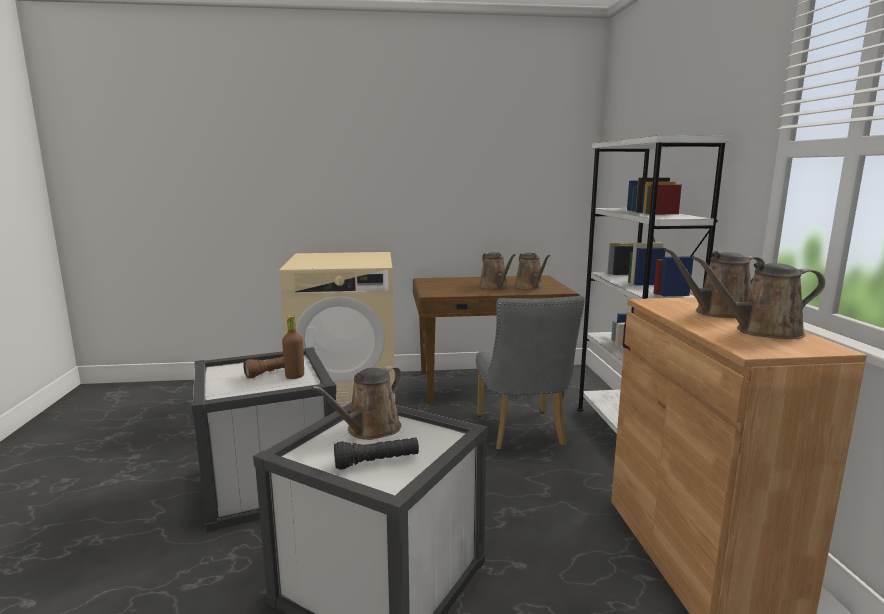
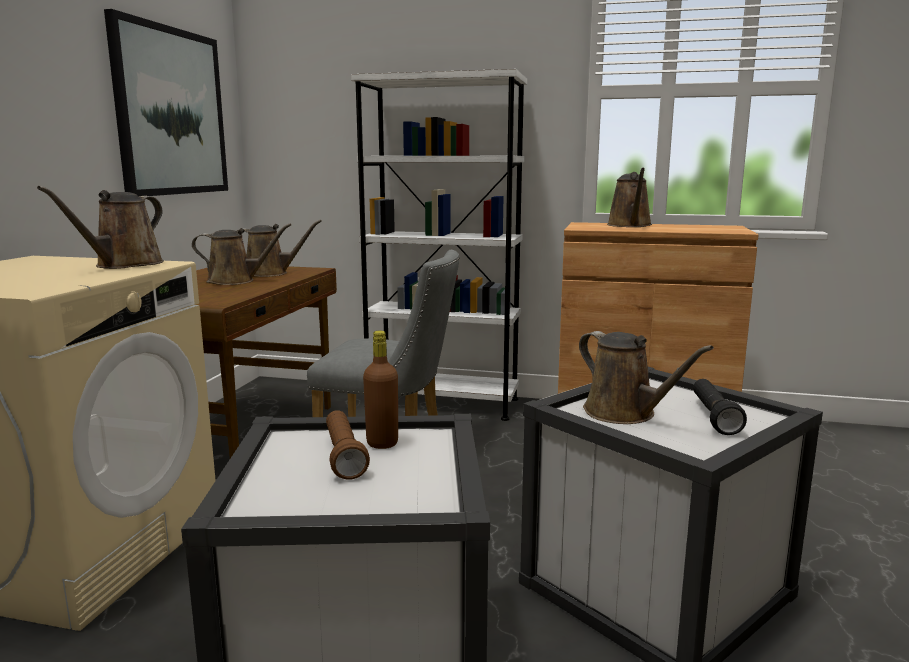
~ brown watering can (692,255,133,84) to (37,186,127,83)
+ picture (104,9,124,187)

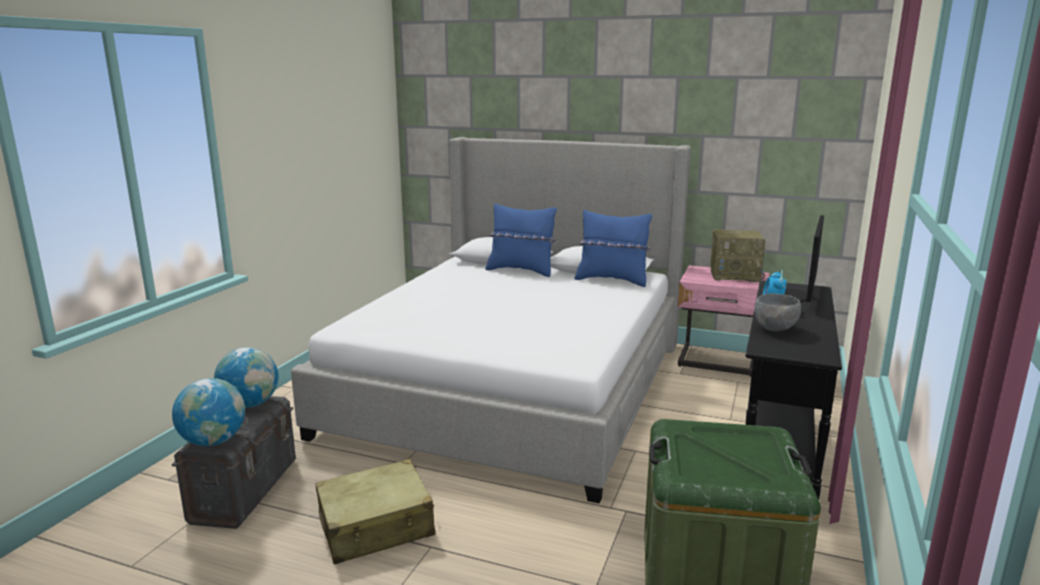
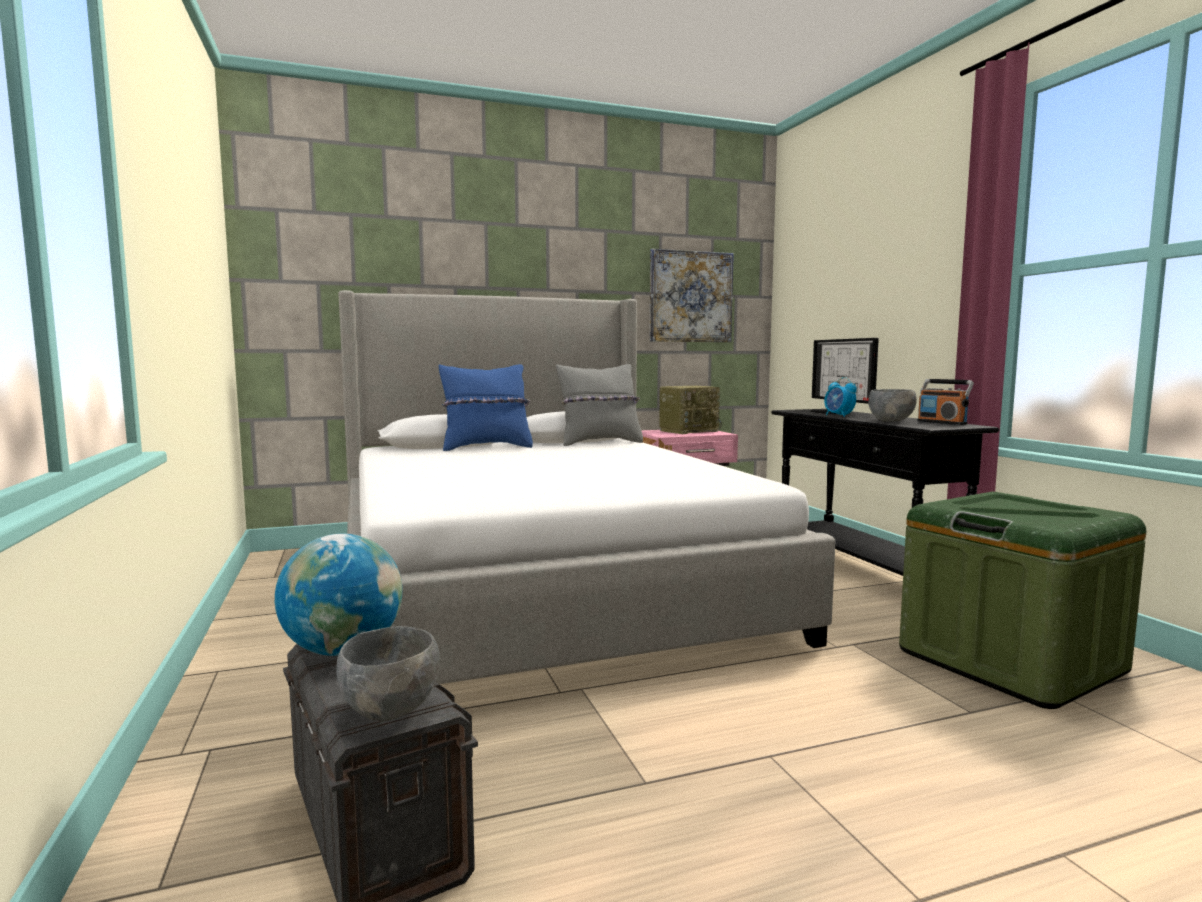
~ globe (172,378,73,68) to grey bowl (336,626,104,95)
- beige suitcase (315,459,120,106)
~ blue pillow (575,210,77,77) to grey pillow (556,364,87,82)
+ picture (649,249,85,93)
+ radio (917,379,57,46)

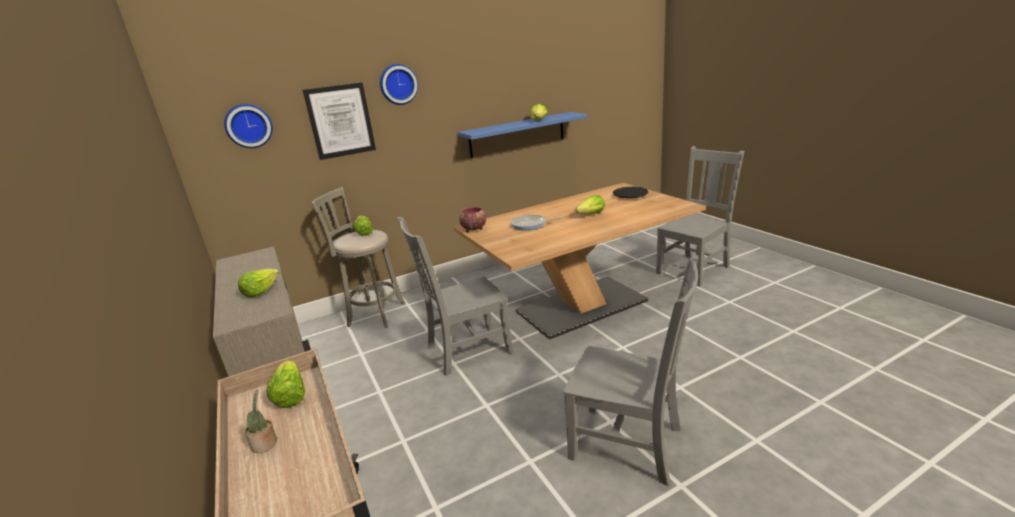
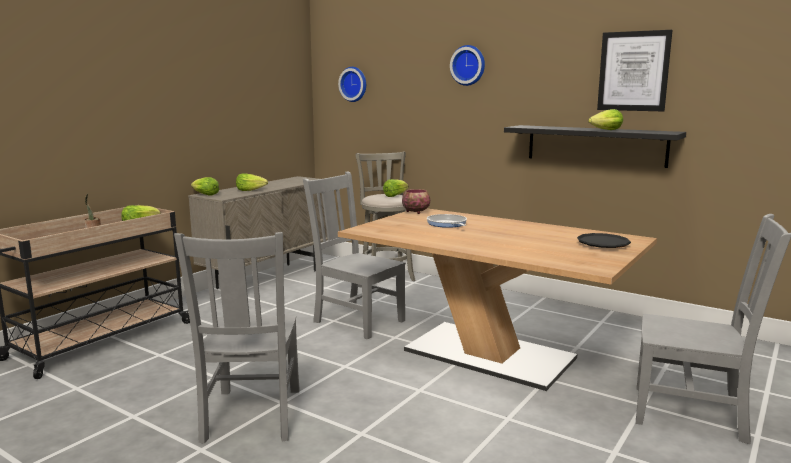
~ picture (303,82,73,78) to (597,30,75,82)
~ blue shelf (458,112,129,46) to black shelf (504,125,182,43)
~ lettuce (575,195,30,19) to (191,177,28,19)

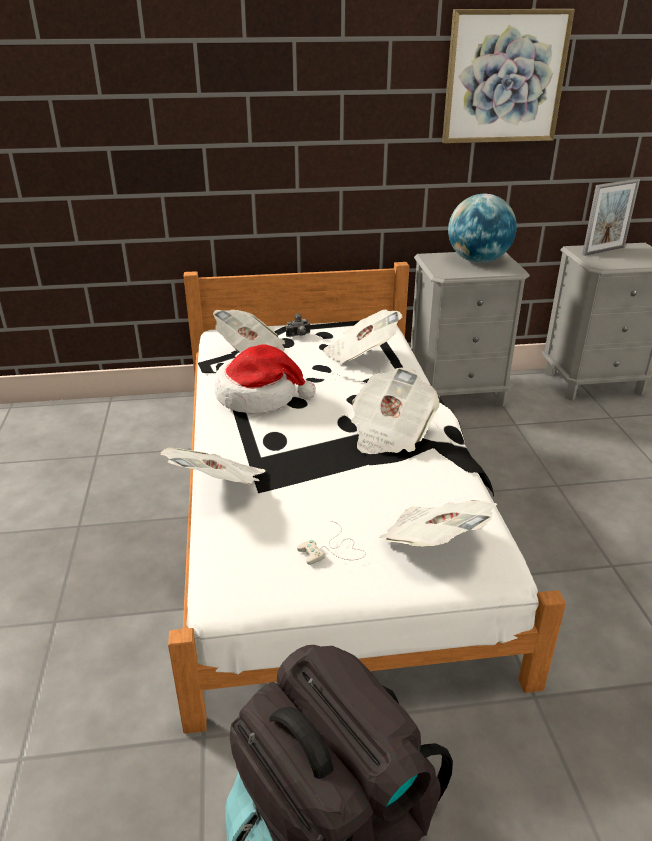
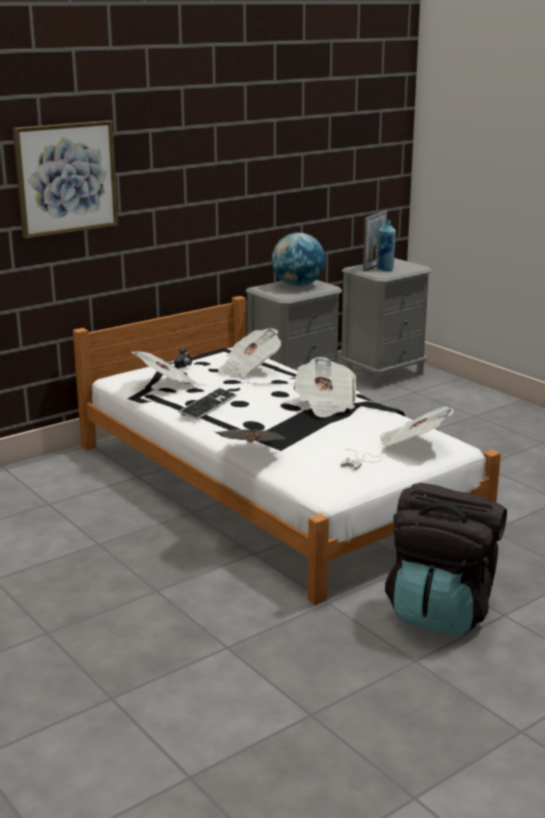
~ hat (214,344,102,69) to keyboard (179,388,58,32)
~ picture (442,9,133,135) to (13,120,105,119)
+ blue bottle (377,219,19,52)

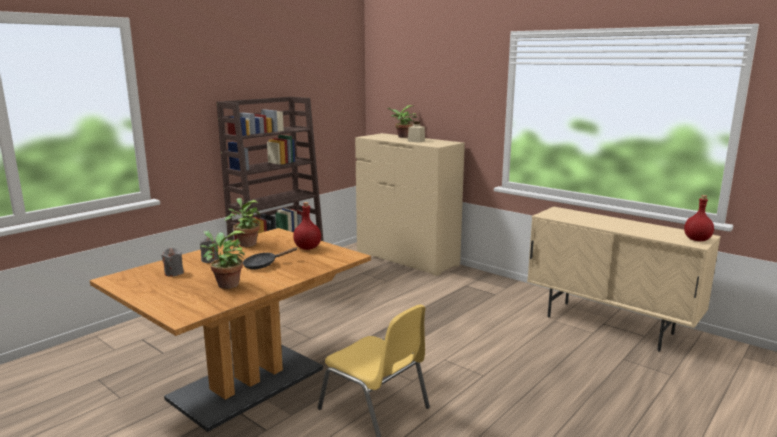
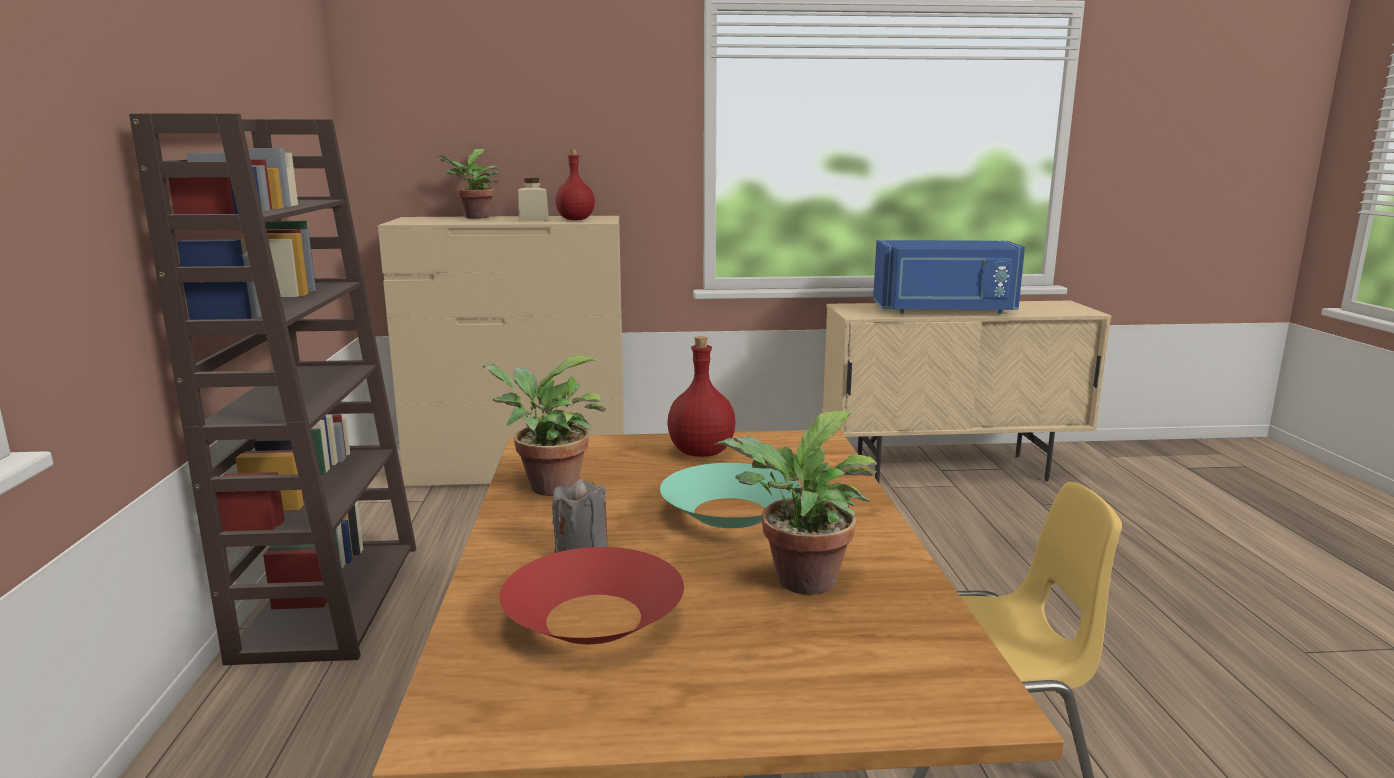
~ grey candle (162,248,22,29) to red bowl (500,547,184,97)
~ black frying pan (243,247,54,23) to turquoise bowl (660,463,141,65)
~ red bottle (684,195,30,46) to (555,149,40,71)
+ blue microwave (873,240,152,74)

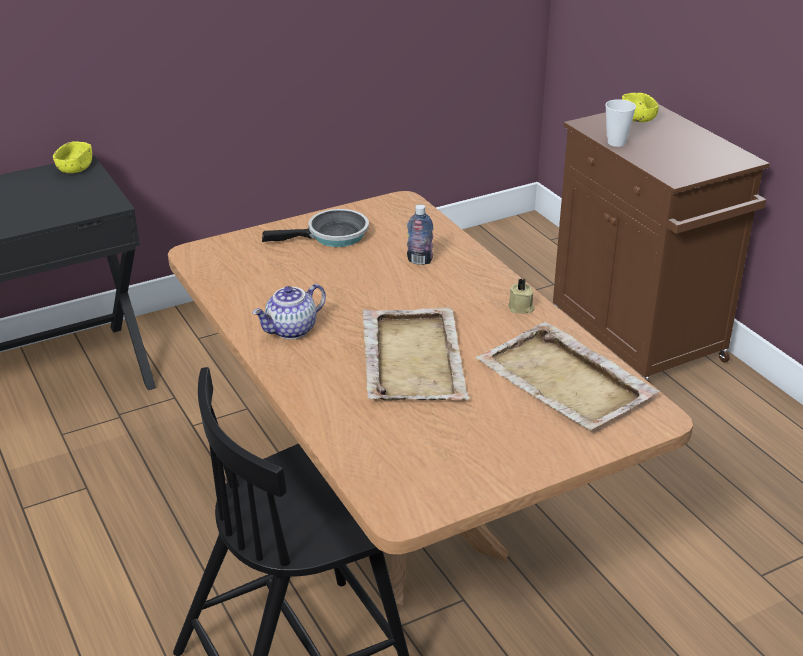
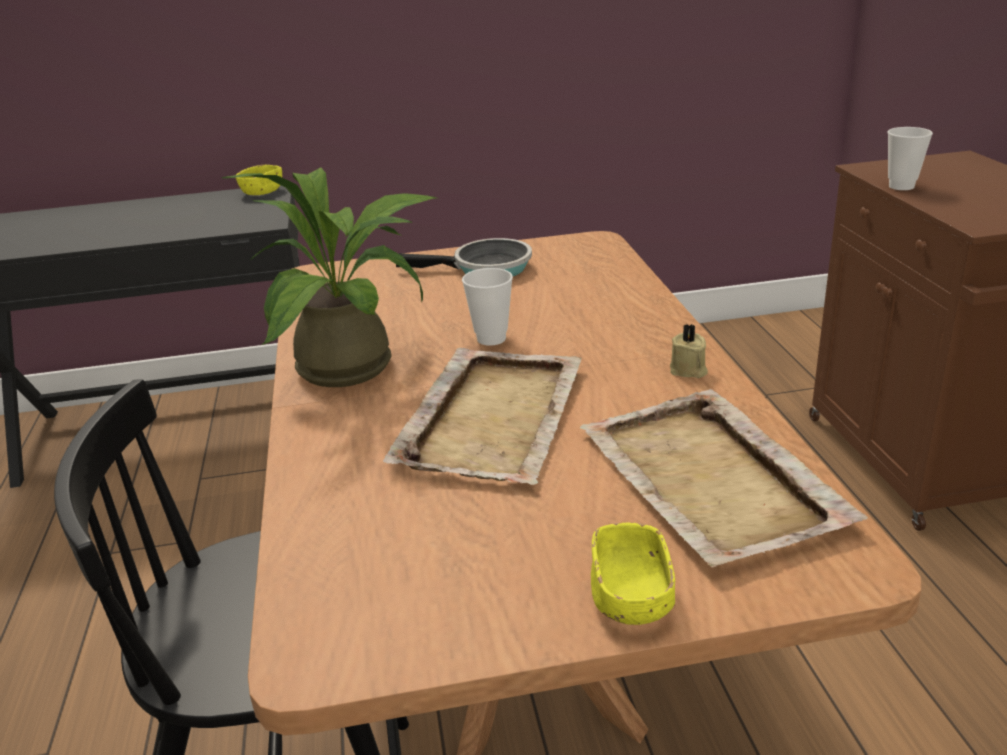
~ teapot (252,284,74,55) to potted plant (222,167,214,220)
- bottle (407,205,27,60)
~ yellow bowl (622,93,37,29) to (591,523,84,102)
+ cup (462,268,51,78)

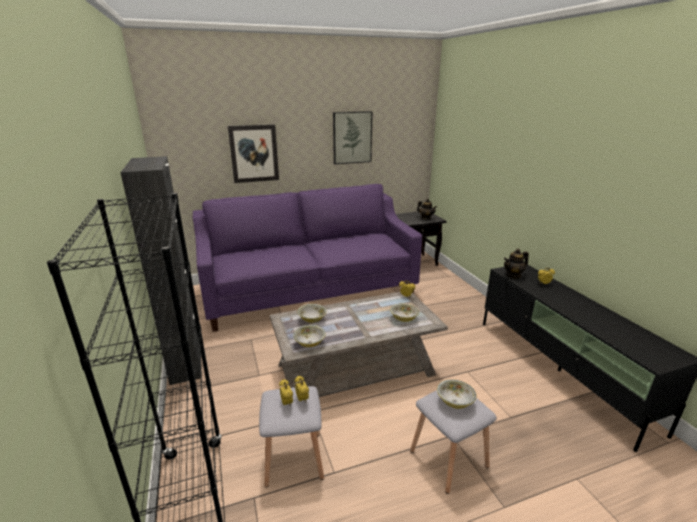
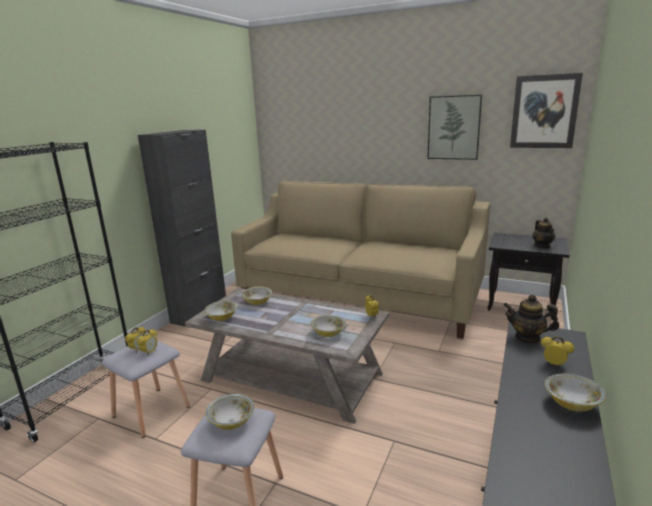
~ purple sofa (193,184,229,148) to beige sofa (231,181,260,158)
~ picture (228,124,51,59) to (510,73,73,75)
+ bowl (545,374,61,37)

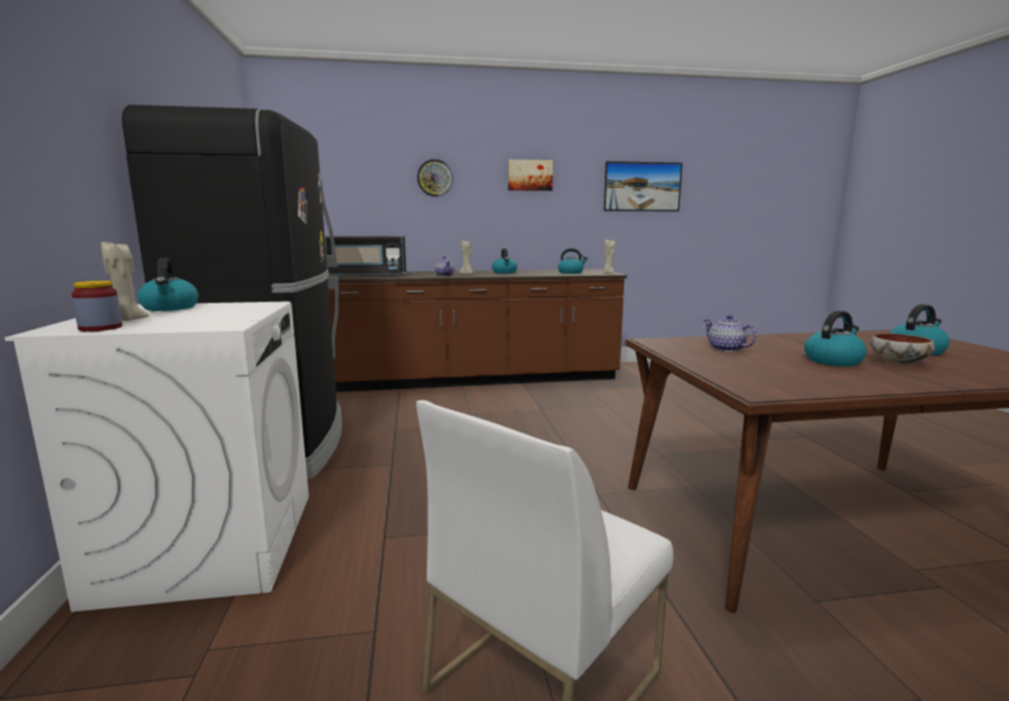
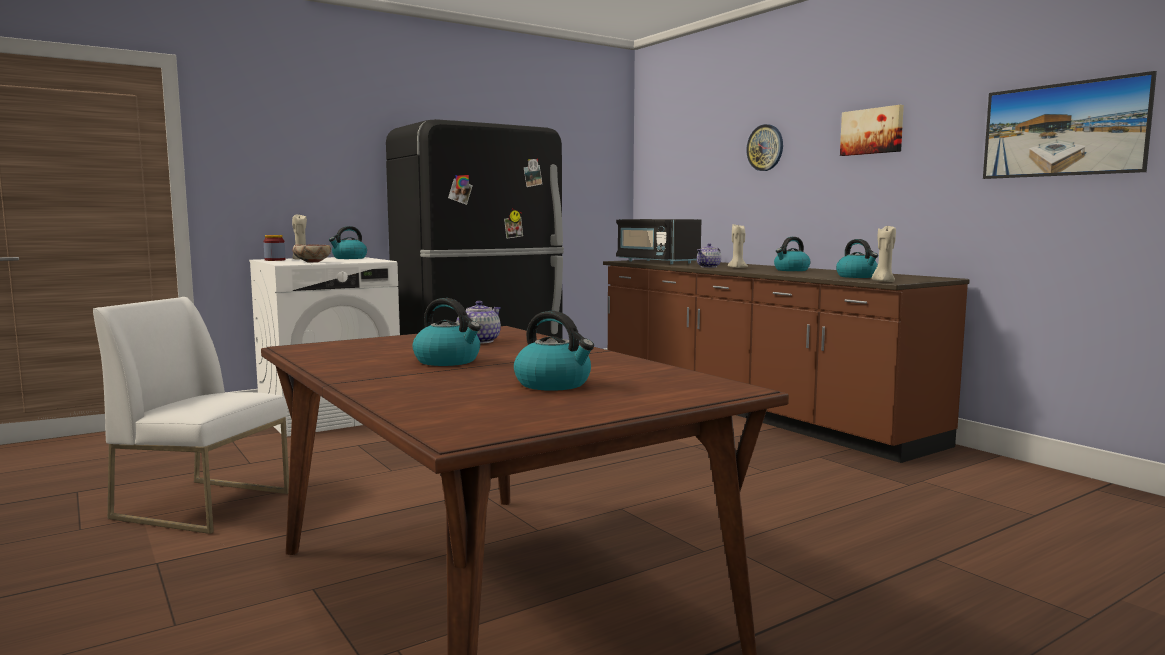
~ bowl (870,333,65,31) to (293,245,38,18)

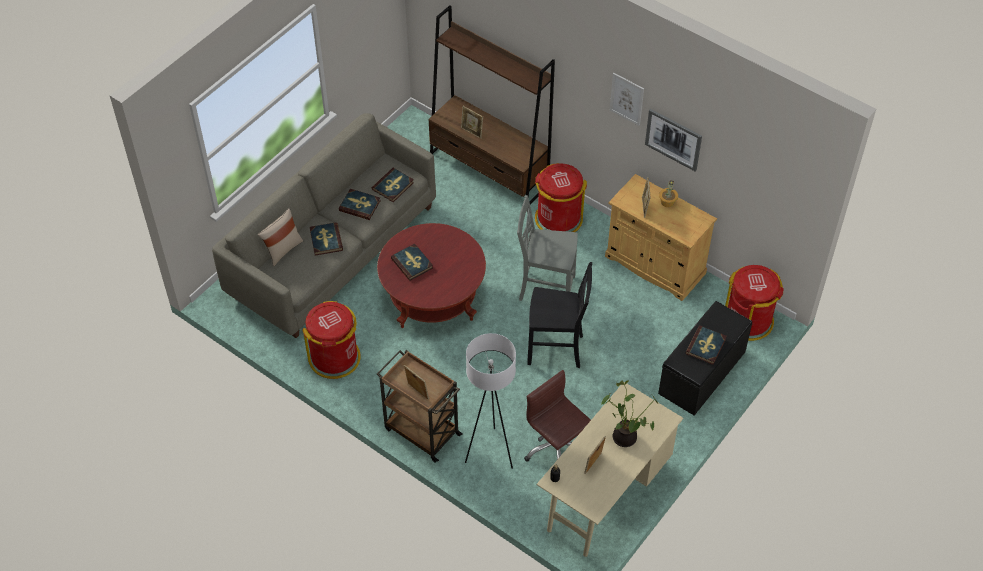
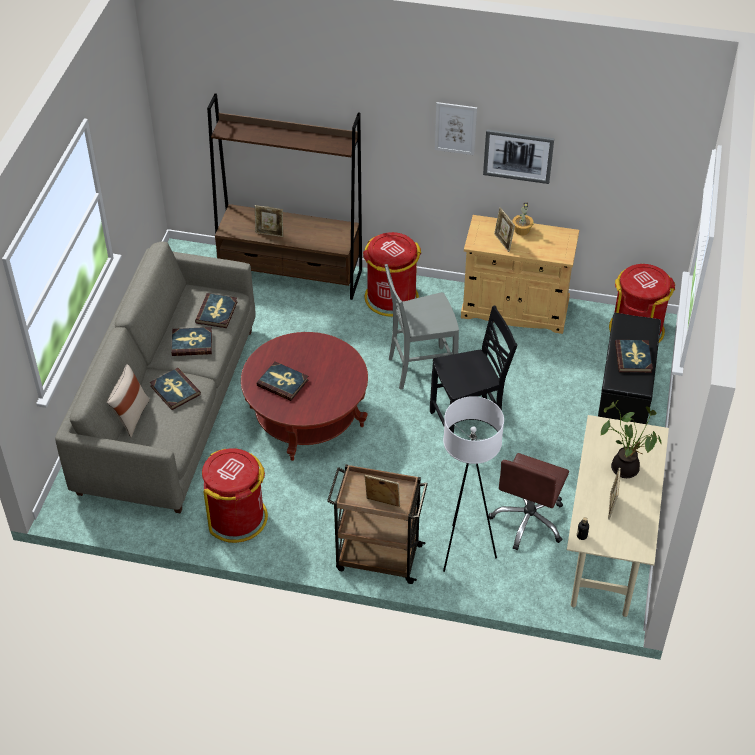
~ brown office chair (524,370,67,92) = (489,453,80,97) 90 degrees counterclockwise

